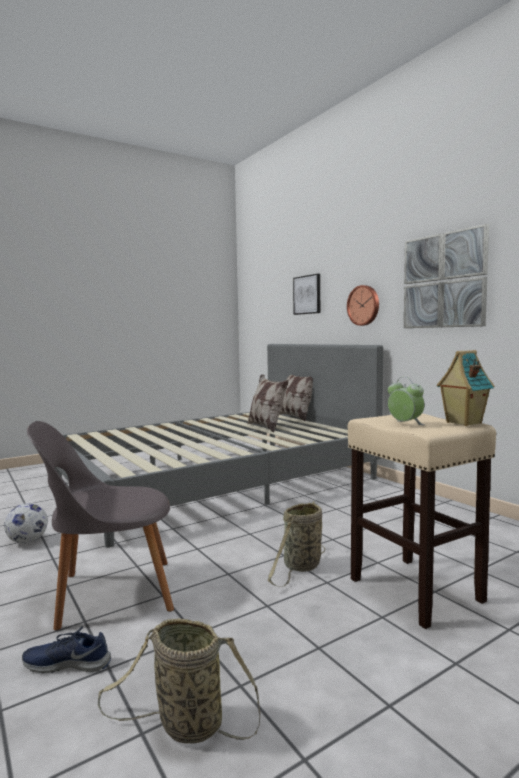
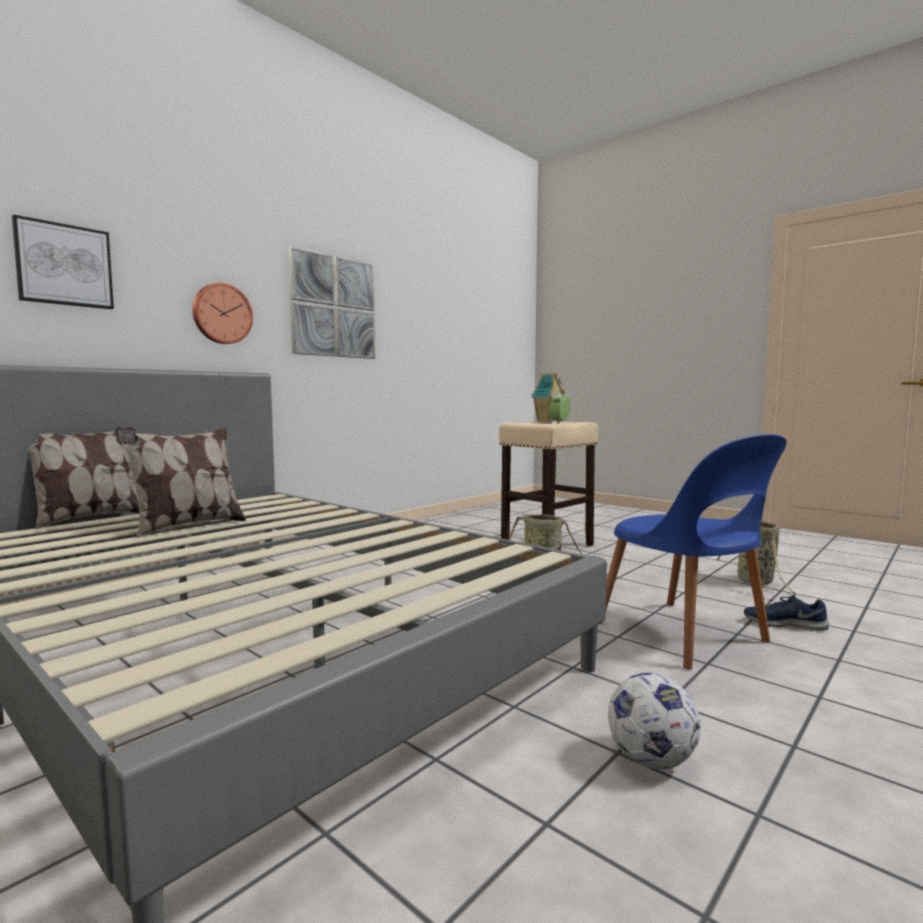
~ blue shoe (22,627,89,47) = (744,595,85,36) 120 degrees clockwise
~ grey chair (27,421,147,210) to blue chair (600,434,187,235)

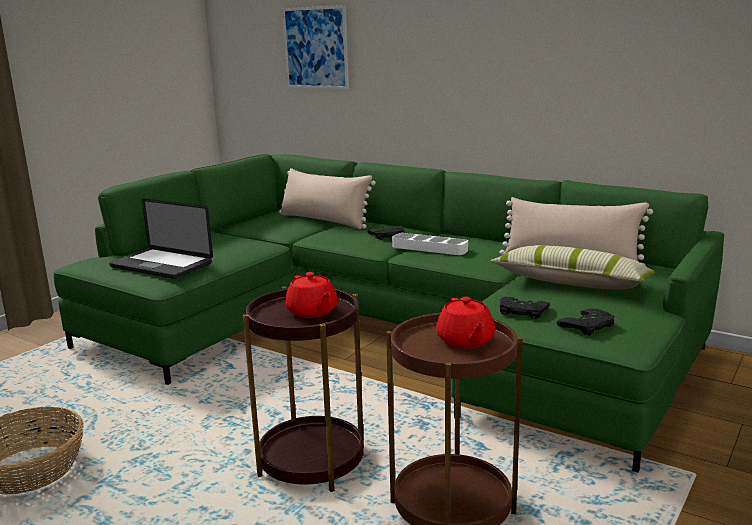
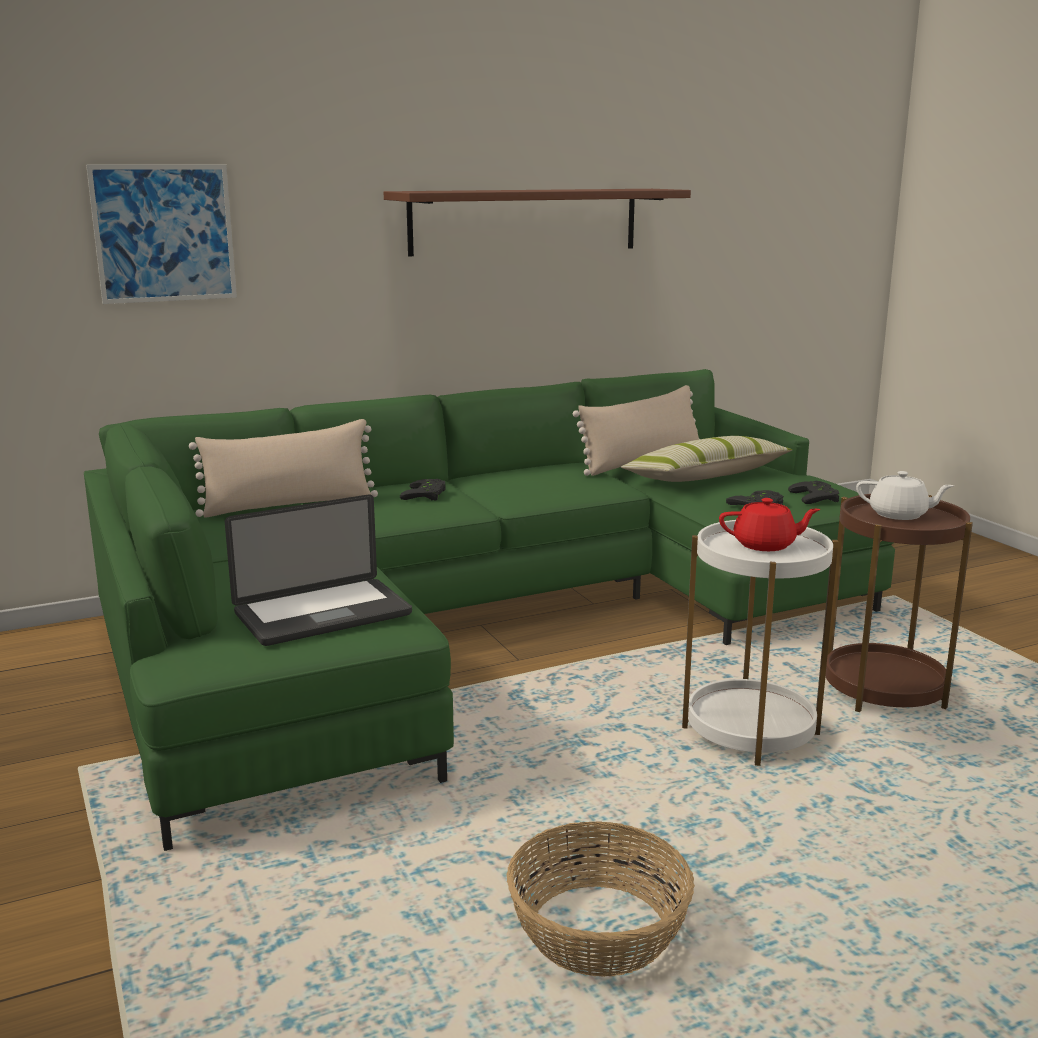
~ brown side table (243,286,121,206) to white side table (682,520,156,246)
- white tray (392,233,76,22)
~ red teapot (436,297,59,51) to white teapot (856,471,98,49)
+ brown shelf (384,189,307,67)

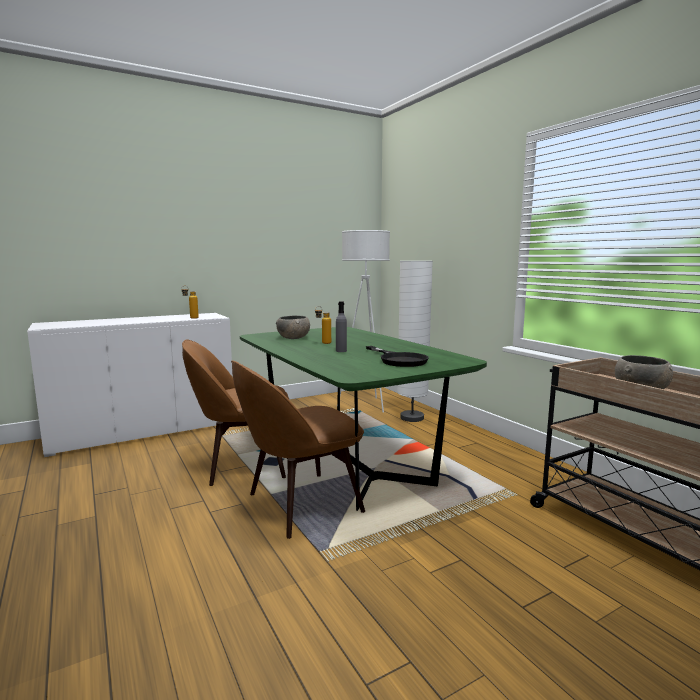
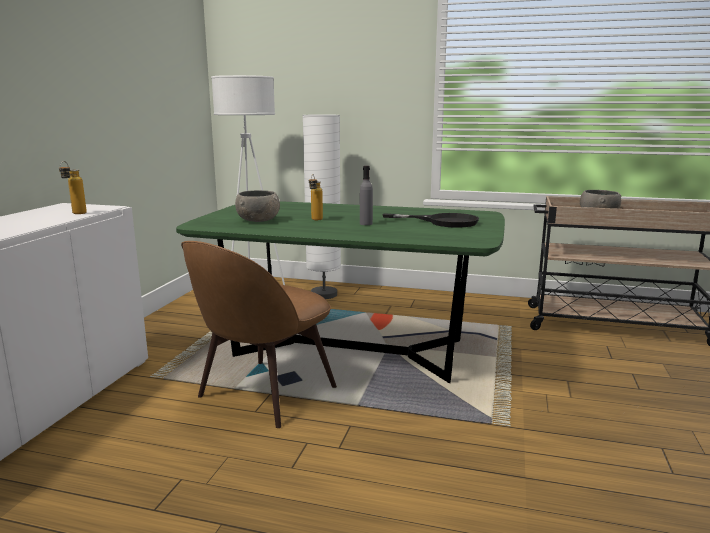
- brown chair (231,360,134,179)

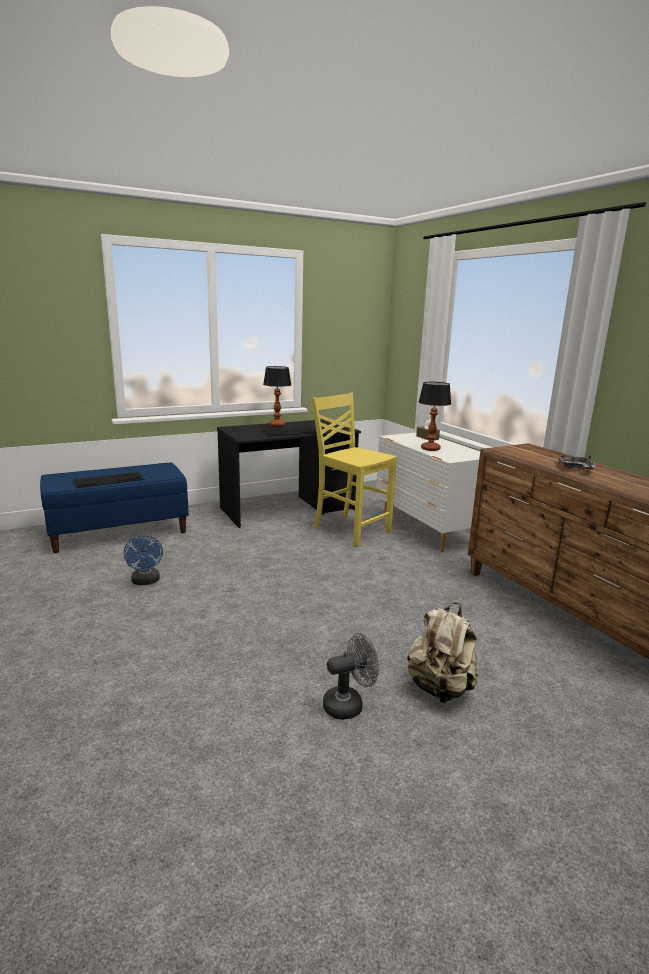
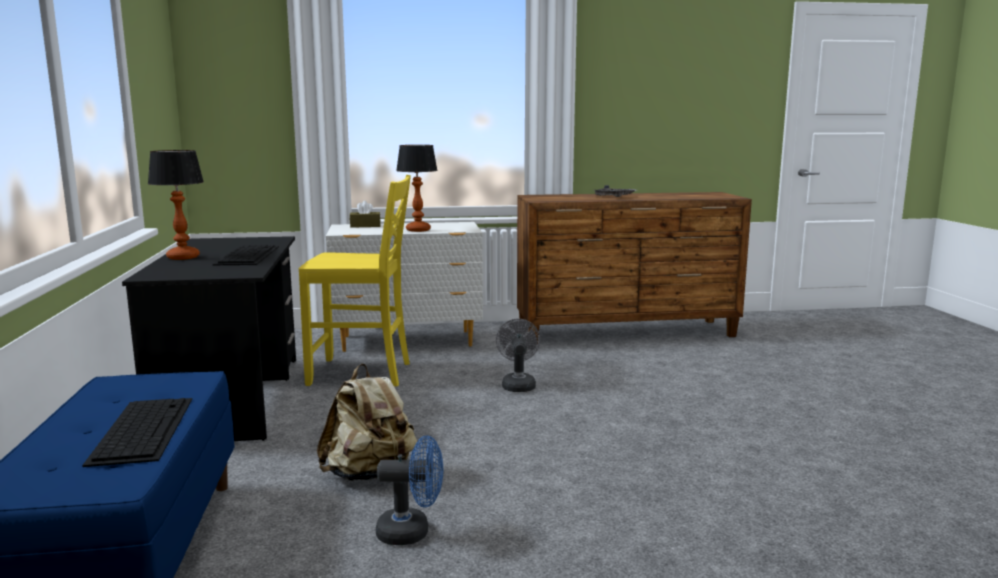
~ yellow chair (312,392,85,155) = (299,175,112,211) 150 degrees counterclockwise
~ grey fan (323,633,56,87) to (496,318,44,74)
~ beige backpack (407,603,71,100) to (317,364,100,117)

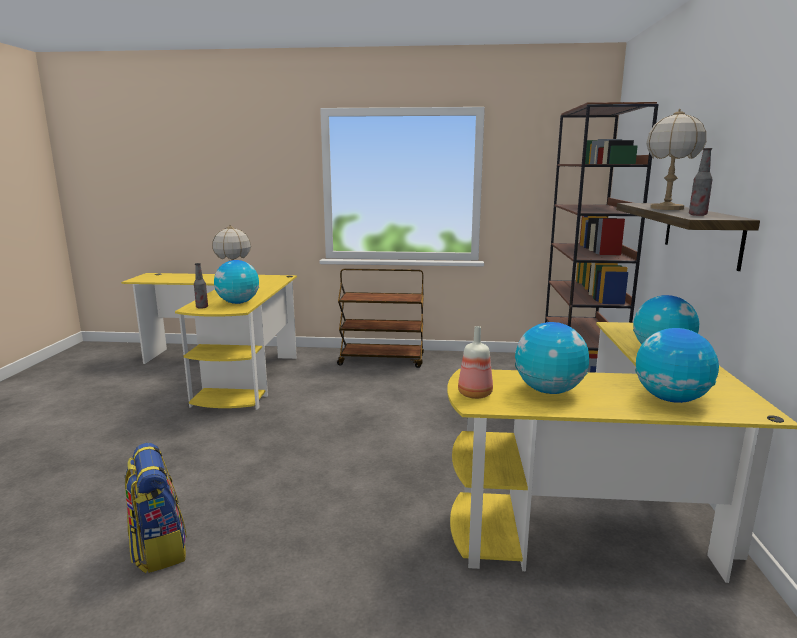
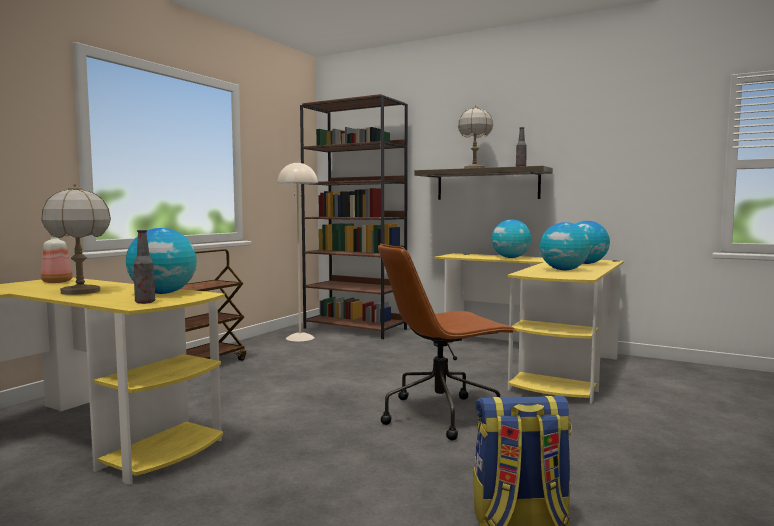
~ bottle (458,326,35,73) to (41,236,32,47)
+ beige floor lamp (278,162,40,180)
+ brown office chair (378,244,138,196)

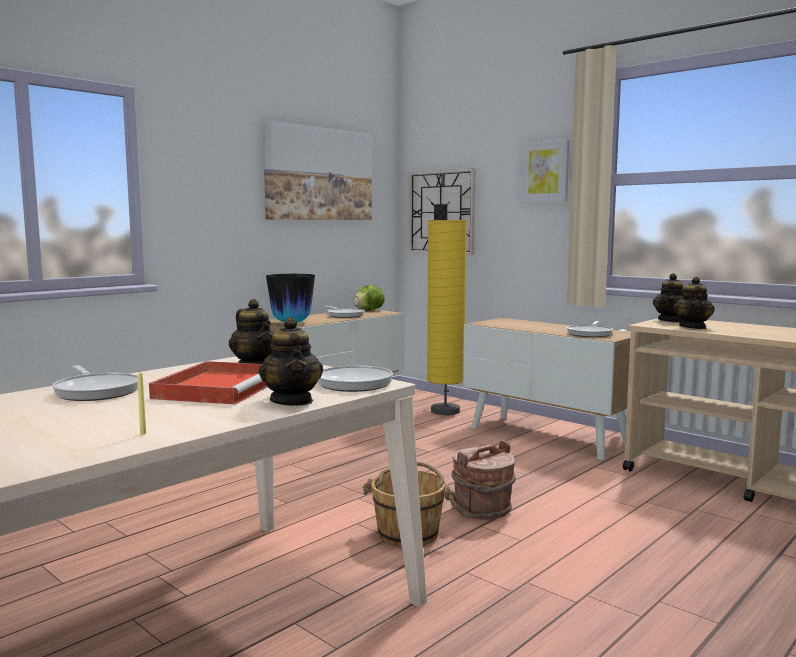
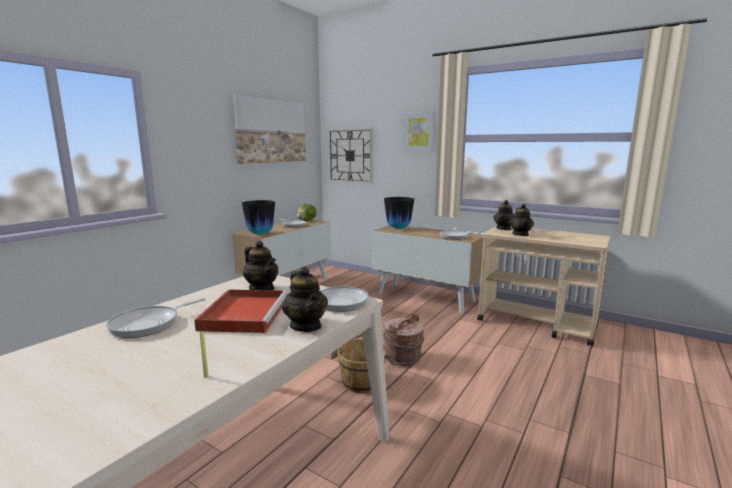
~ frying pan (52,365,86,36) = (106,298,100,40) 90 degrees clockwise
- yellow floor lamp (427,220,40,195)
+ vase (384,197,30,32)

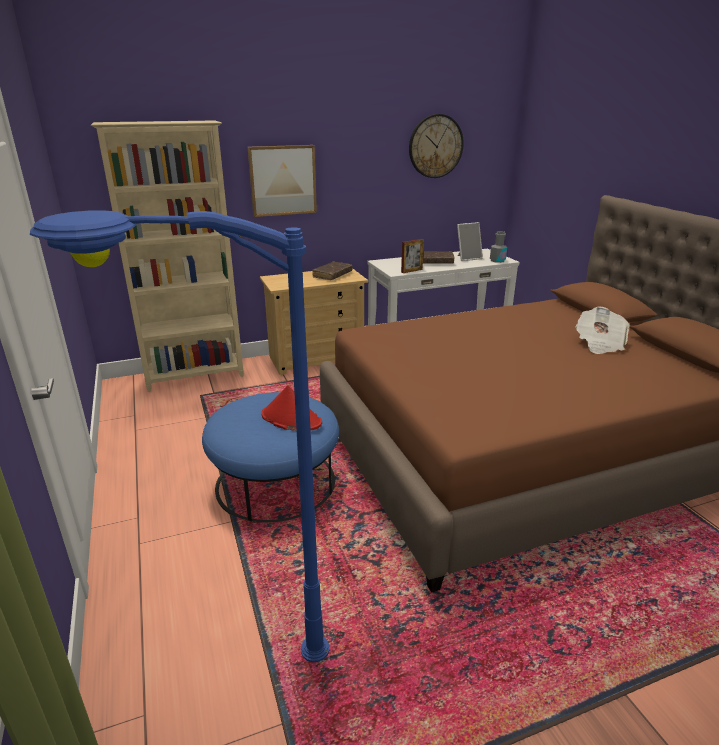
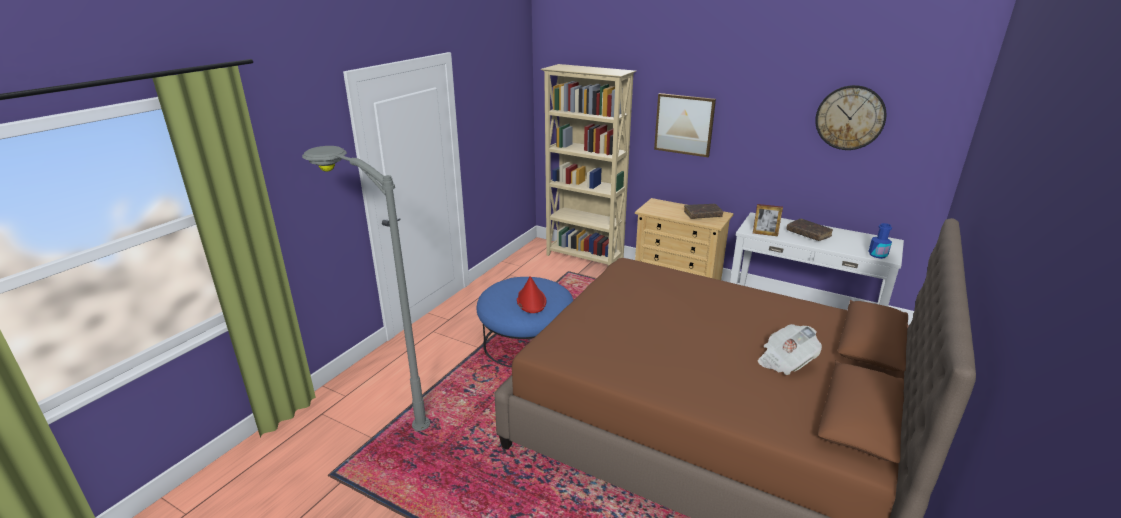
~ blue floor lamp (30,210,299,452) to grey floor lamp (302,146,128,285)
- picture frame (457,222,26,39)
~ grey bottle (490,231,17,32) to blue bottle (868,223,24,36)

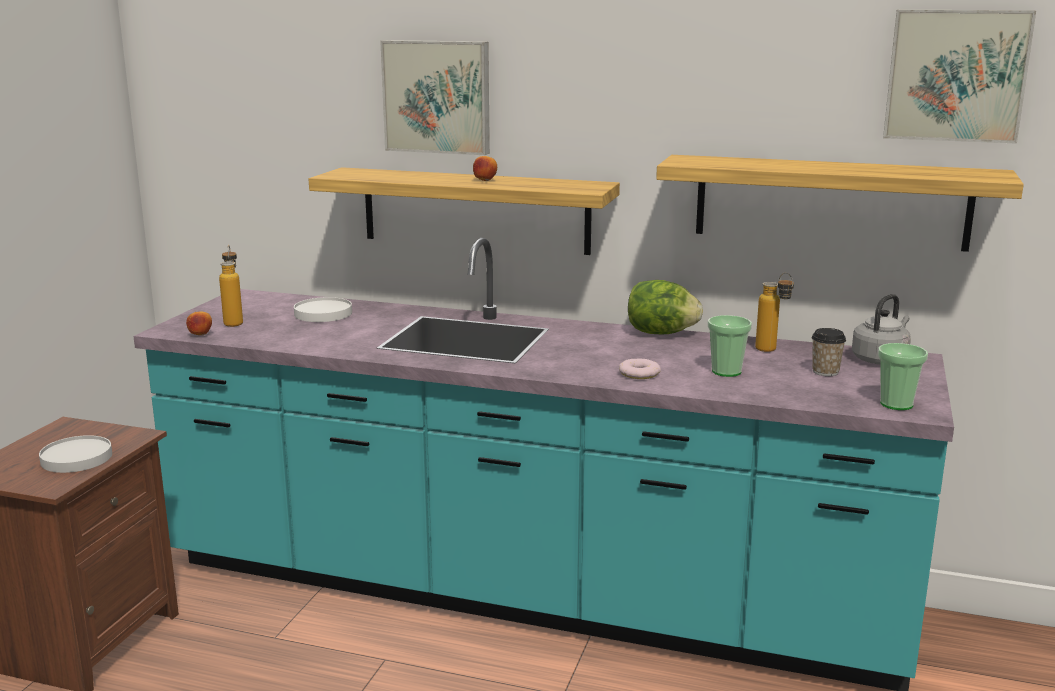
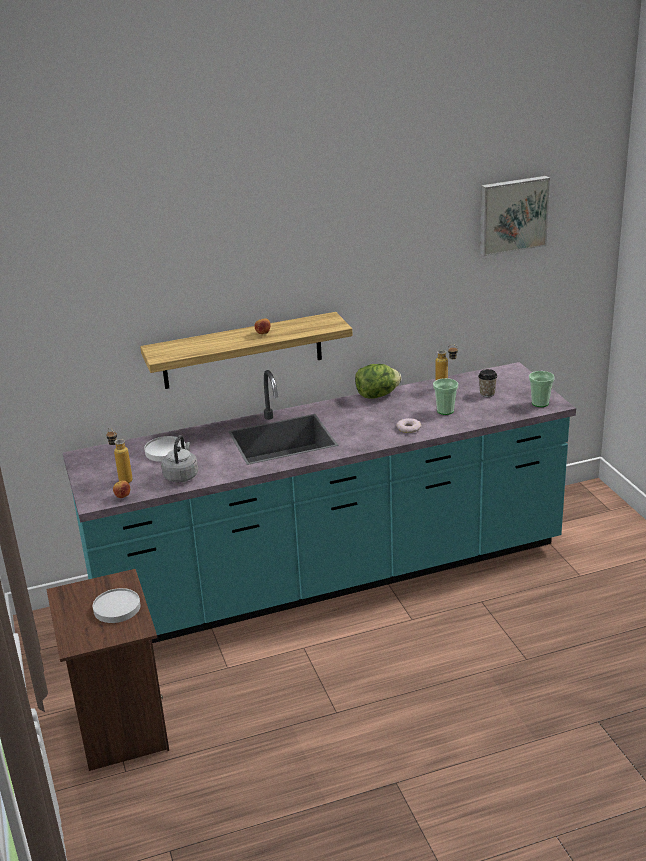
- picture (380,40,110,115)
- shelf (656,155,368,97)
~ grey kettle (852,294,59,71) to (161,435,37,47)

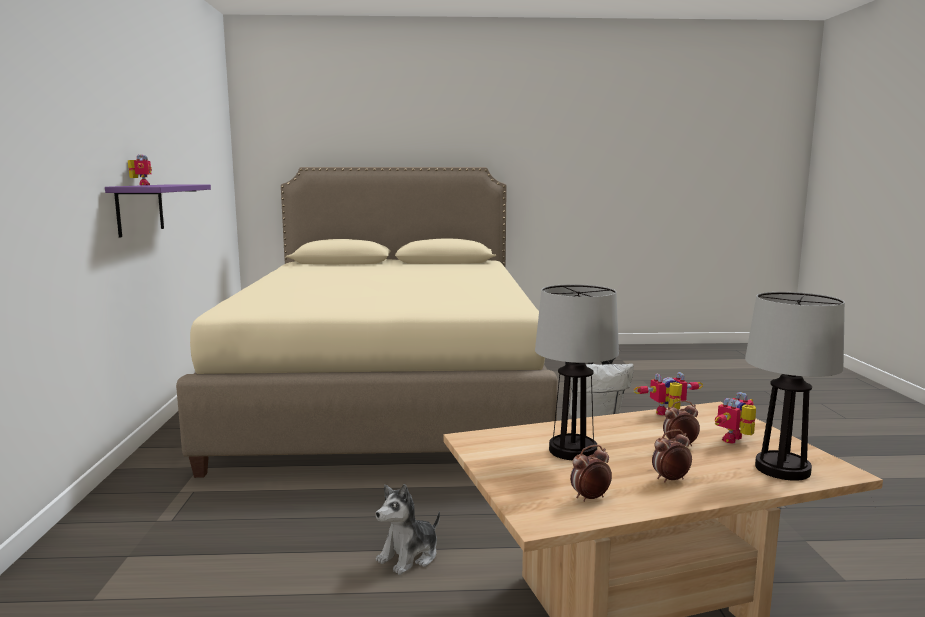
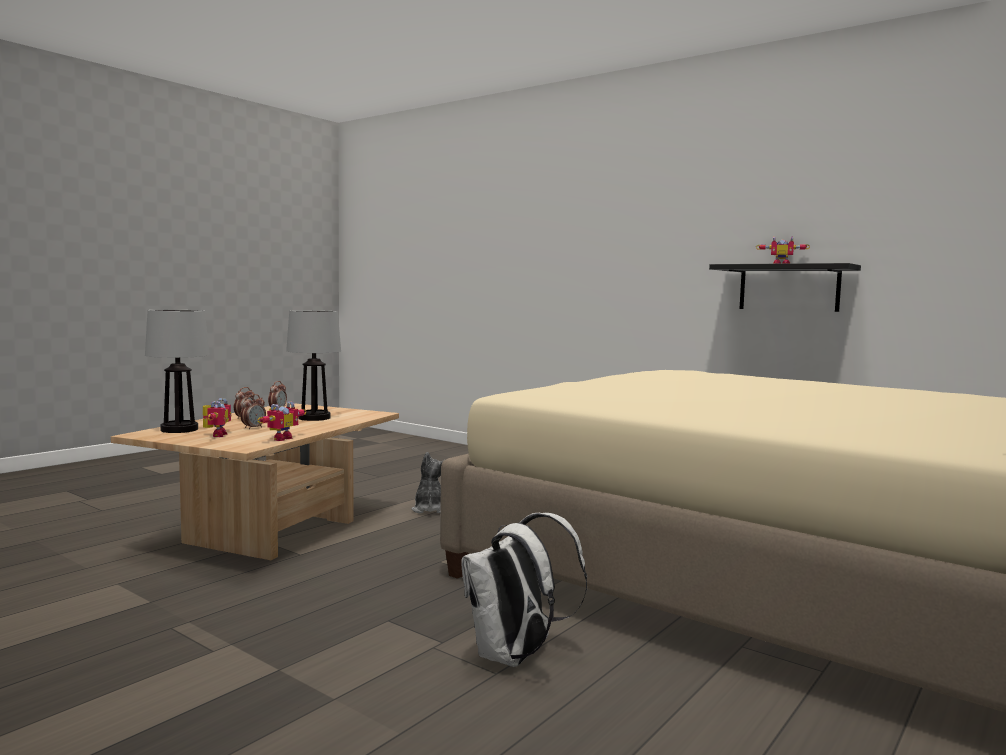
~ purple shelf (105,185,106,52) to black shelf (709,263,152,49)

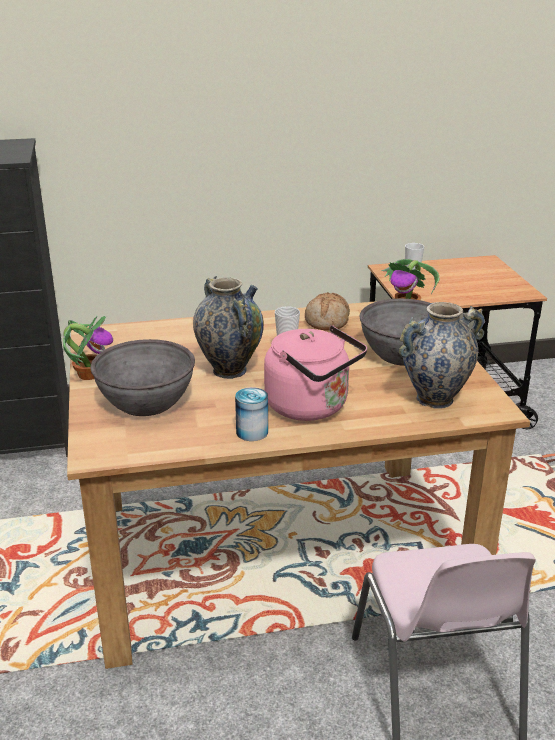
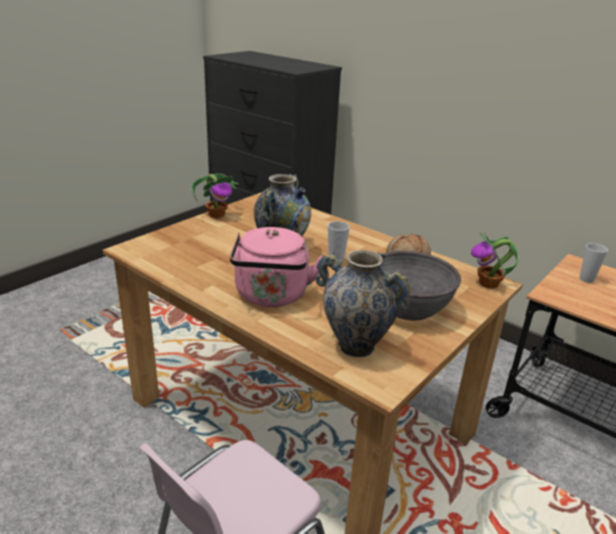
- grey bowl (90,339,105,77)
- can (235,387,33,54)

